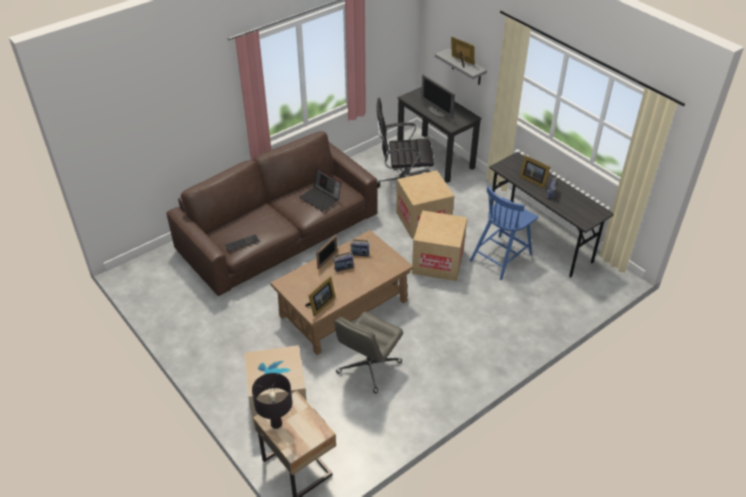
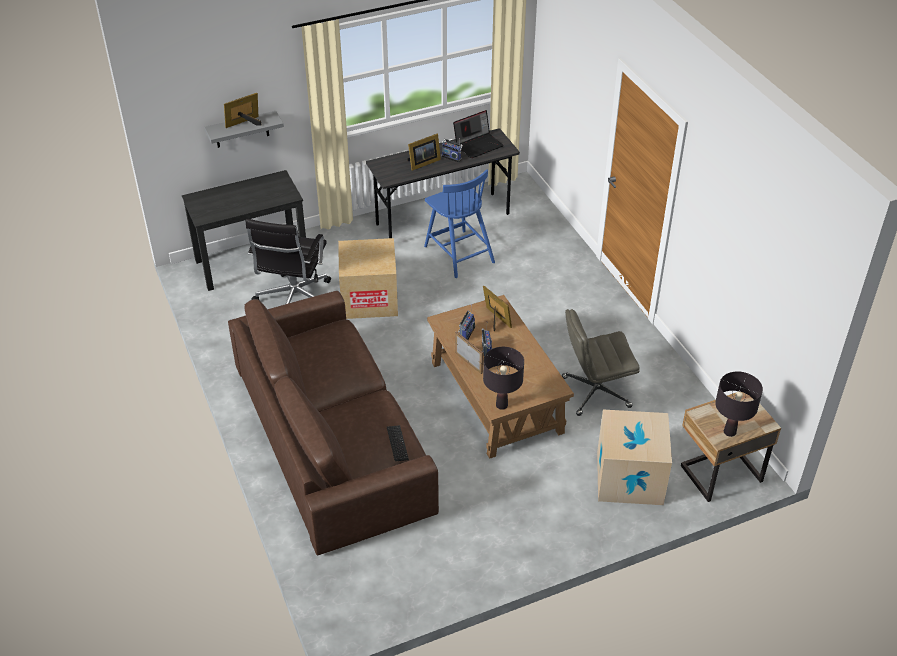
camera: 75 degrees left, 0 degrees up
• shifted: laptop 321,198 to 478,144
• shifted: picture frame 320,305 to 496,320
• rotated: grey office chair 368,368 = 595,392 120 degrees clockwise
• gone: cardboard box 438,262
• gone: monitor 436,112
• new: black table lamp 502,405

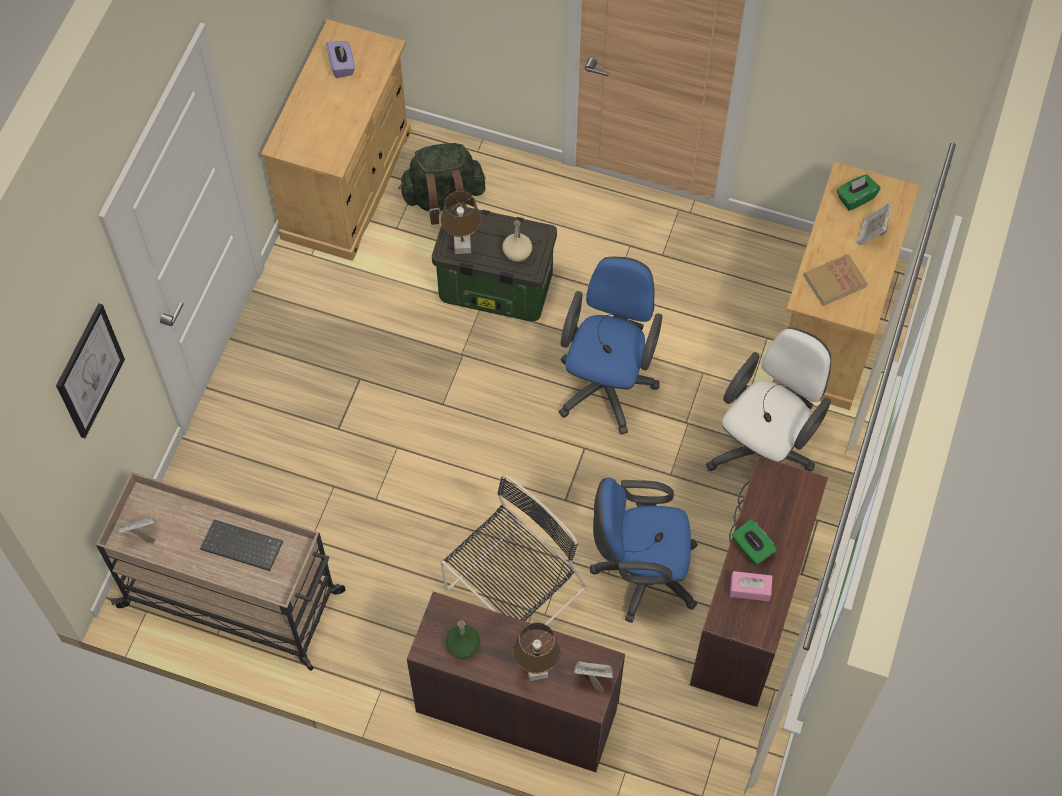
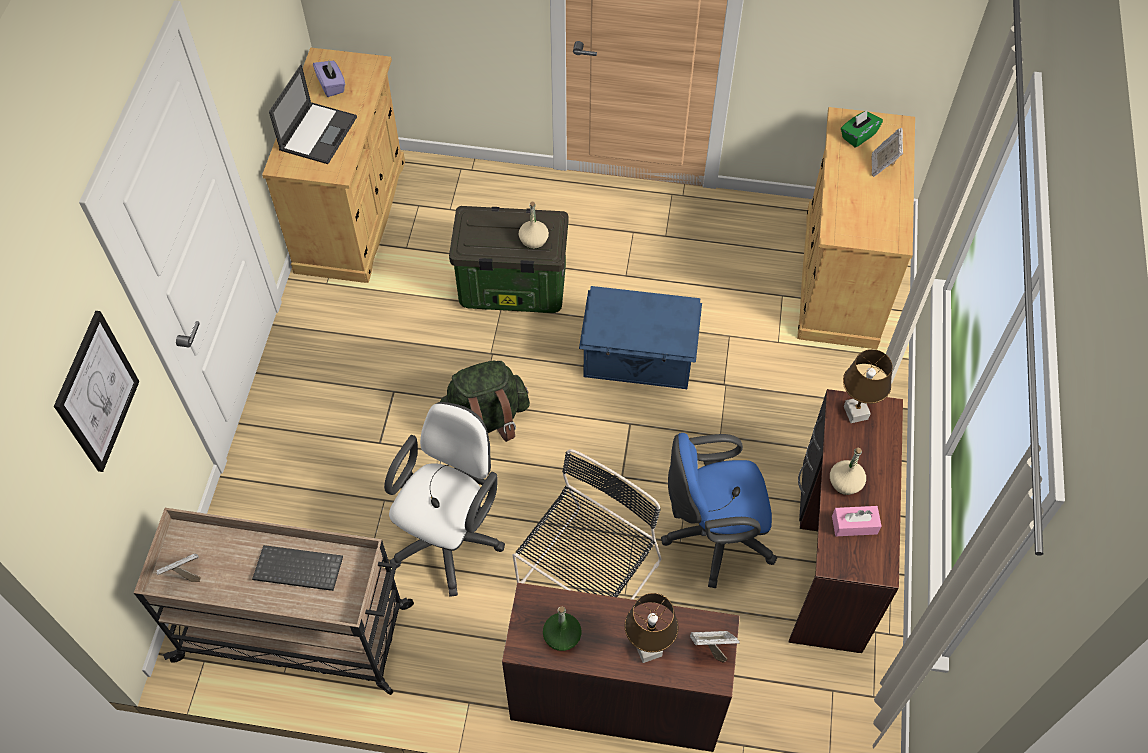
camera: 10 degrees left, 5 degrees down
• shifted: green backpack 443,199 to 485,420
• shifted: brown table lamp 462,246 to 856,413
• swapped: blue office chair 607,382 to blue storage box 639,358
• shifted: white office chair 764,449 to 451,536
• swapped: green tissue box 752,548 to beige bottle 845,483
• gone: book 835,281
• new: laptop 318,132

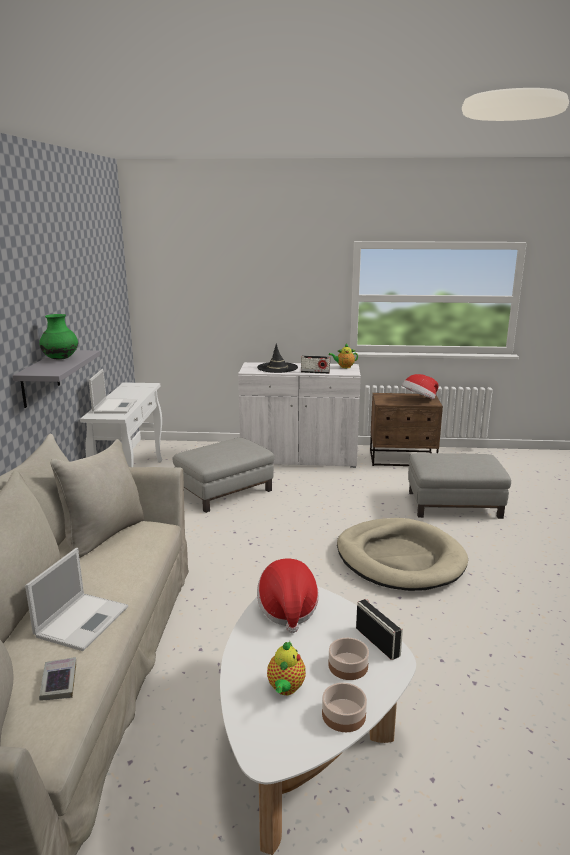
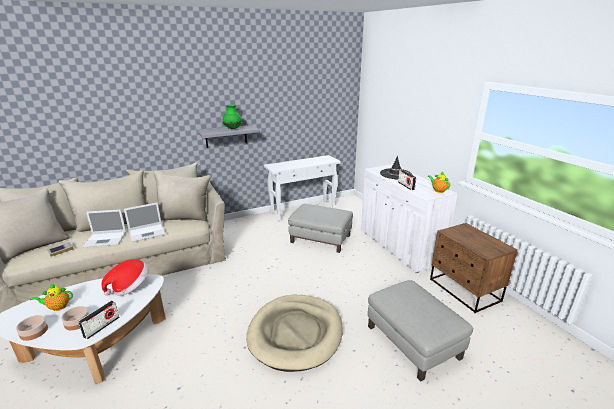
camera: 60 degrees right, 5 degrees up
• shifted: laptop 115,406 to 148,232
• gone: hat 419,400

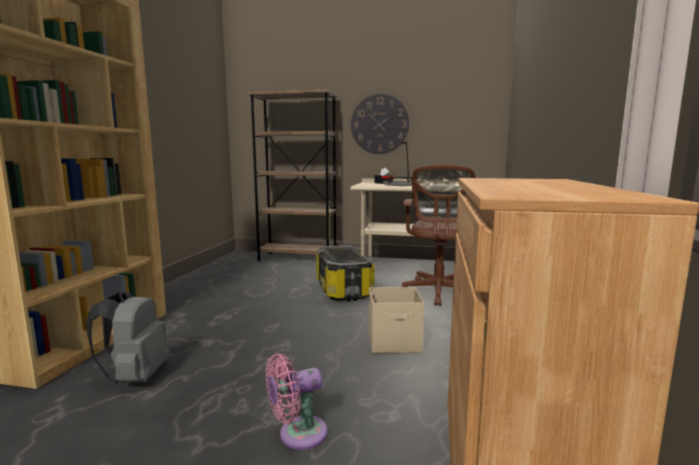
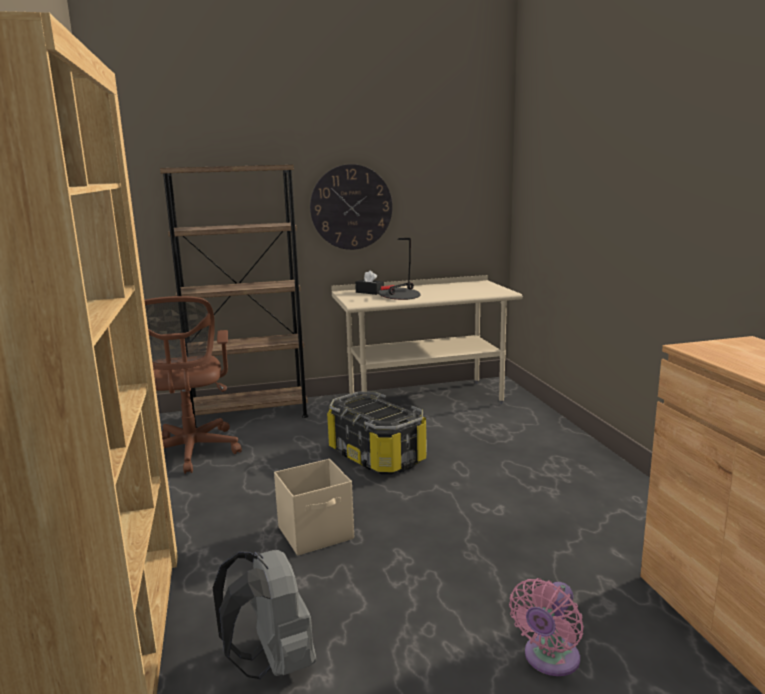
camera: 25 degrees left, 5 degrees up
• shifted: beige storage box 395,343 to 317,533
• shifted: brown office chair 438,293 to 191,452

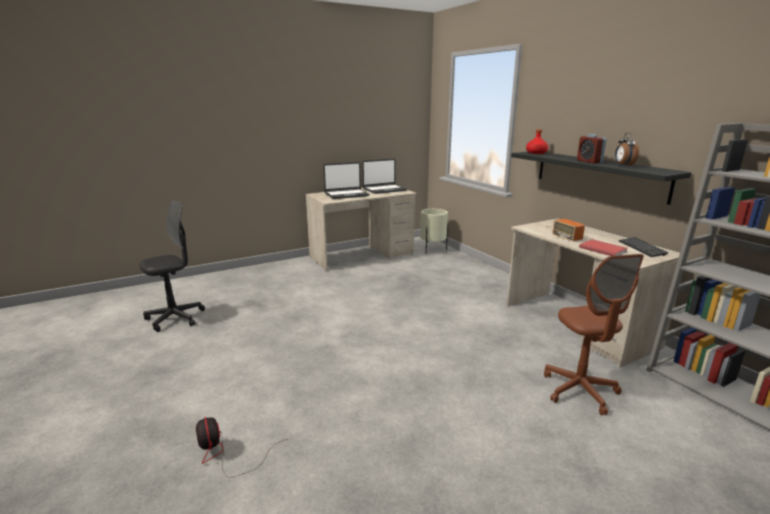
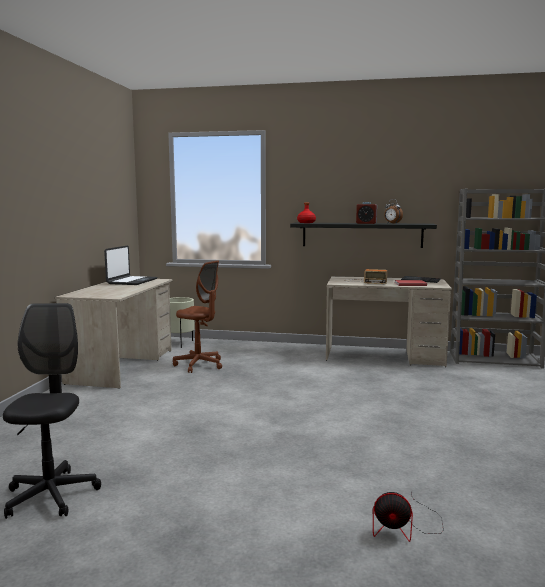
camera: 50 degrees left, 10 degrees down
• gone: laptop 346,194
• shifted: brown office chair 580,391 to 199,365

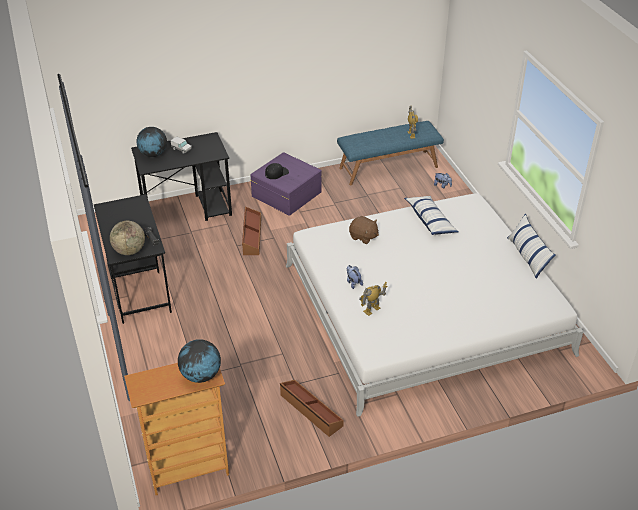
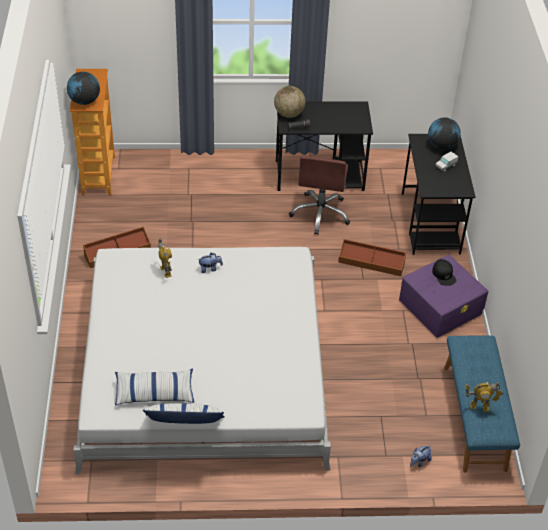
camera: 105 degrees right, 5 degrees up
• gone: brown plush toy 363,237
• shifted: pillow 430,220 to 154,393
• new: brown office chair 320,213

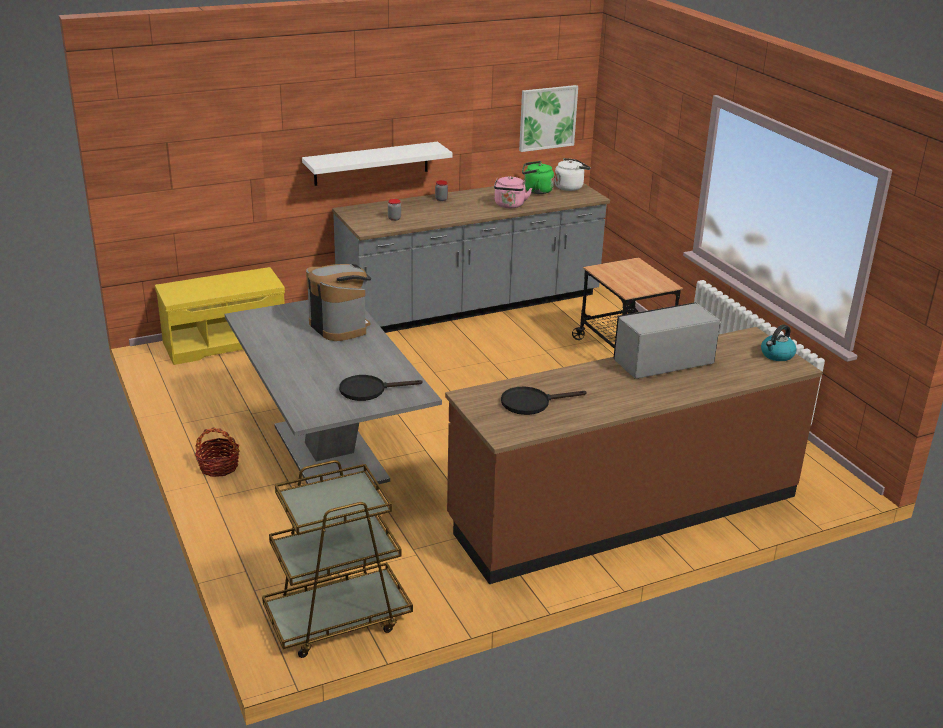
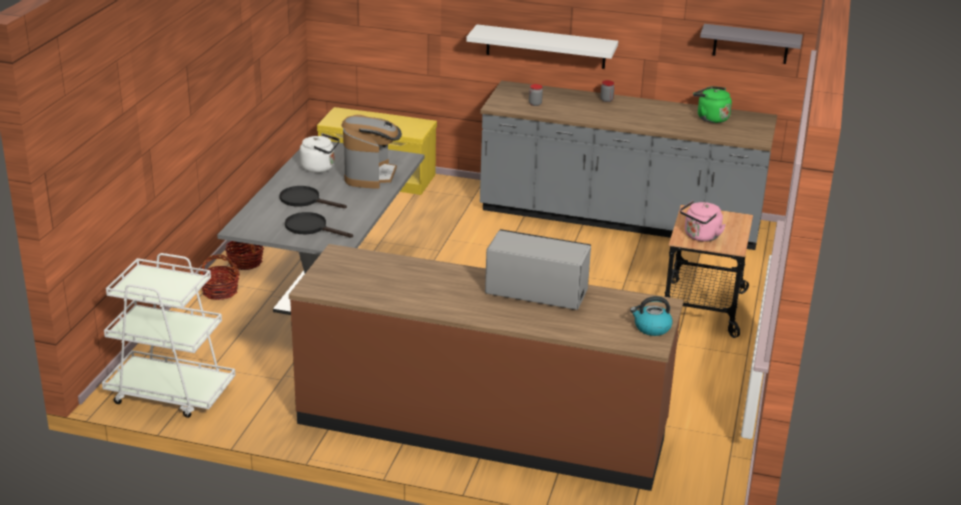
camera: 40 degrees right, 0 degrees up
• repainted: brown cart 337,619 to white cart 170,393
• shifted: pink kettle 509,205 to 700,236
• shifted: black frying pan 532,403 to 305,200
• swapped: picture 547,118 to grey shelf 751,44
• shifted: white kettle 570,187 to 320,167
• new: basket 220,291

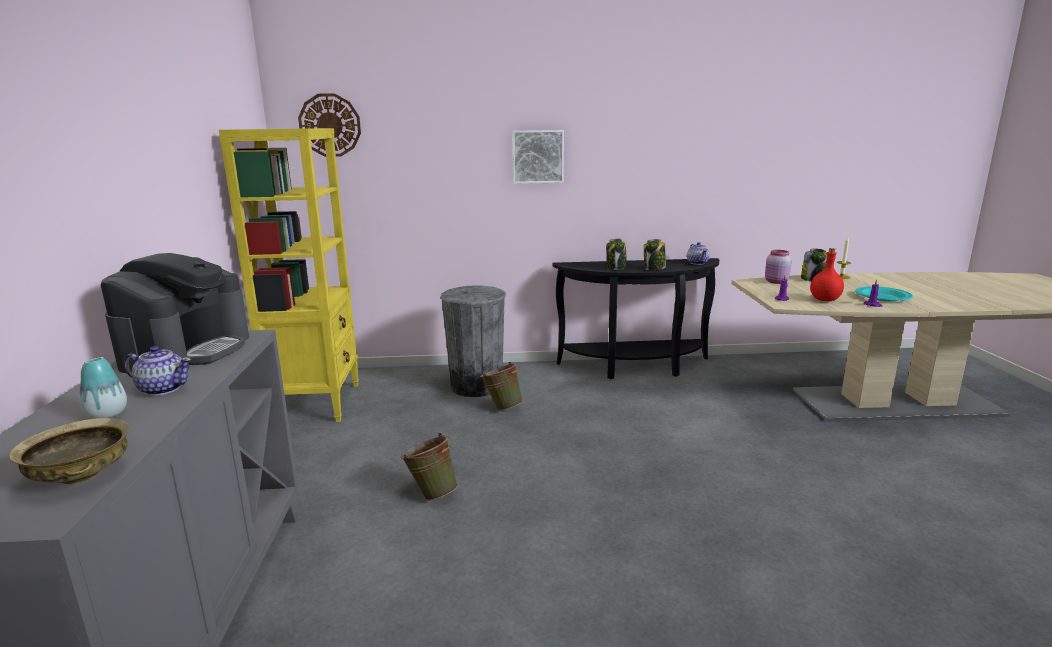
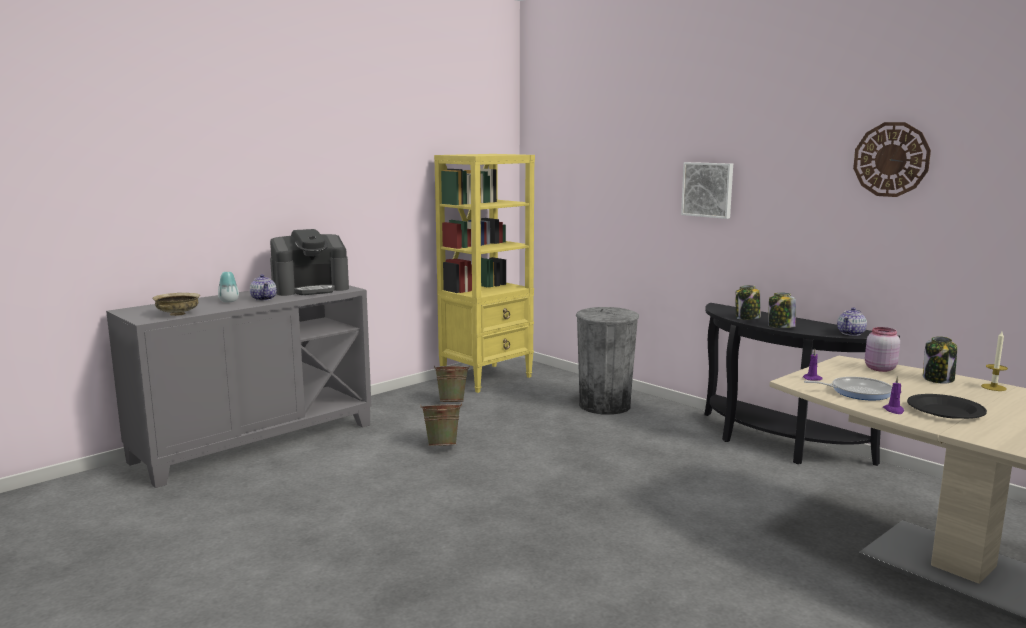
camera: 50 degrees right, 5 degrees down
• shifted: wall clock 330,125 to 891,159
• shifted: green bucket 502,407 to 452,402
• swapped: red bottle 824,300 to frying pan 857,392
• repainted: turquoise plate 883,297 to black plate 945,411

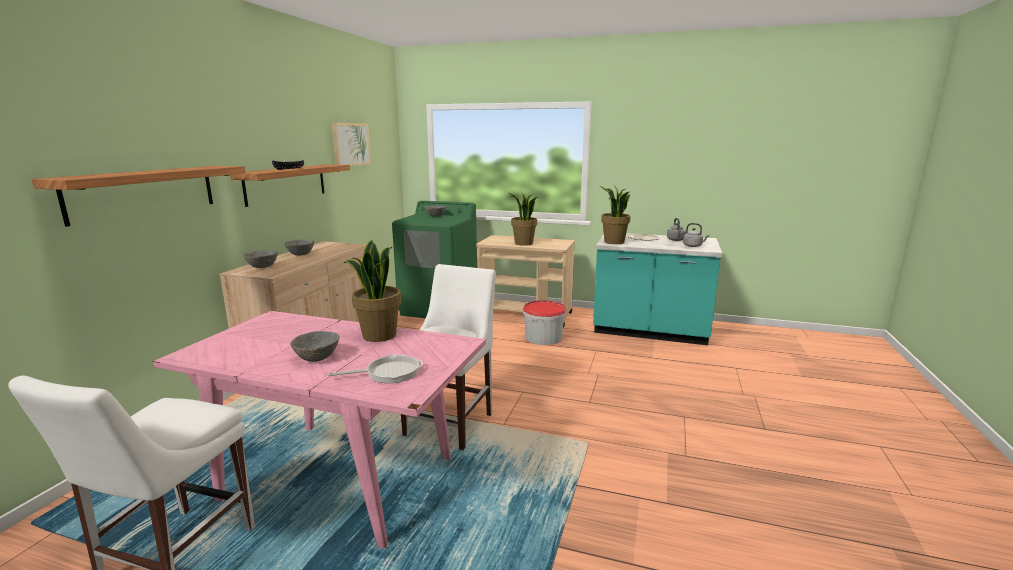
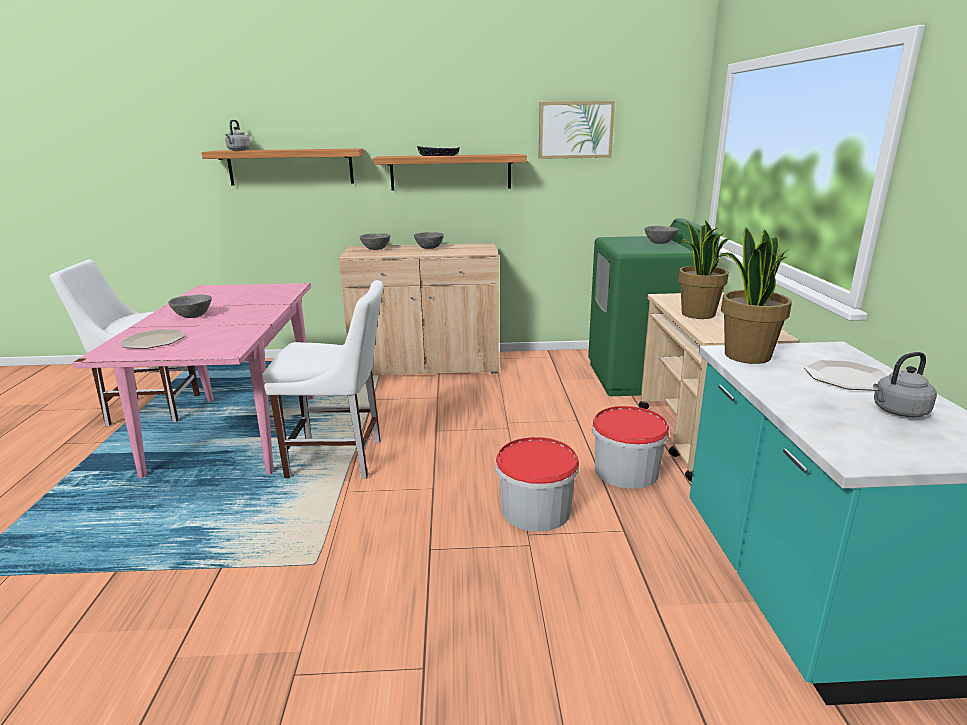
camera: 70 degrees right, 5 degrees up
• swapped: frying pan 389,373 to plate 154,340
• gone: potted plant 378,335
• shifted: grey kettle 693,246 to 238,150
• new: bucket 536,510

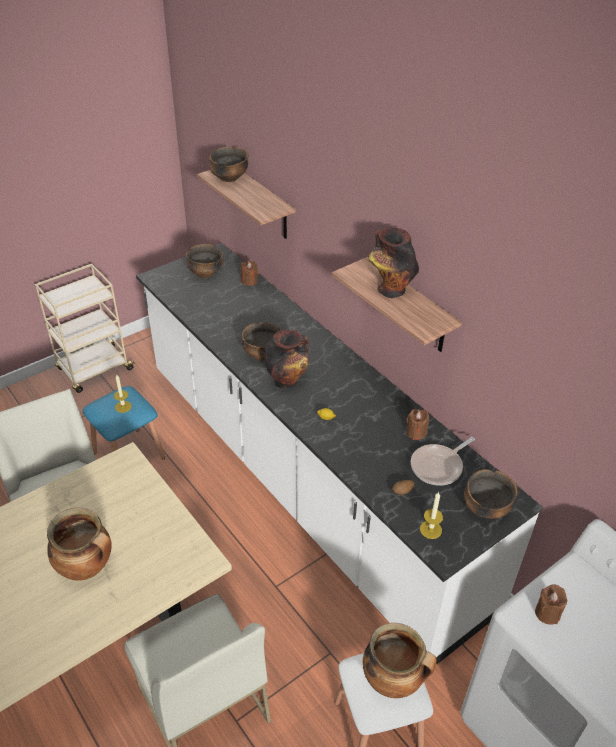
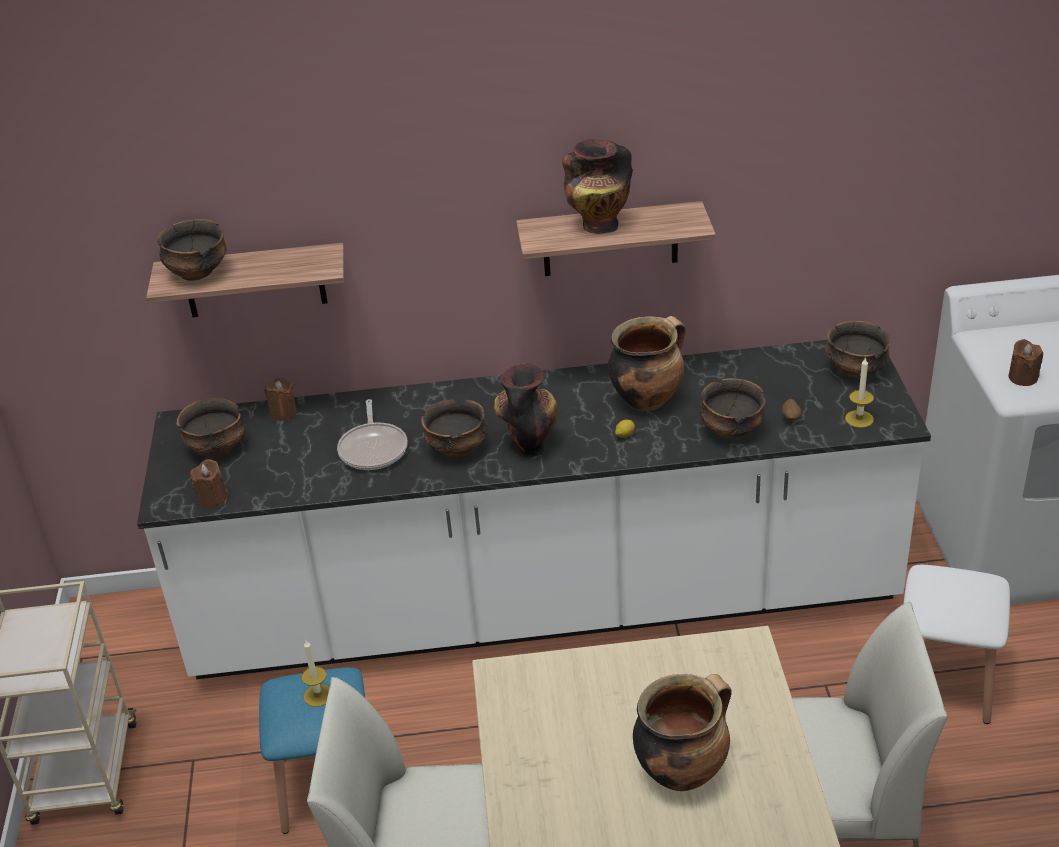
camera: 55 degrees left, 5 degrees down
• shifted: cooking pot 393,680 to 647,399
• shifted: brown candle 416,432 to 212,498
• shifted: frying pan 438,466 to 373,448
• new: bowl 730,430

